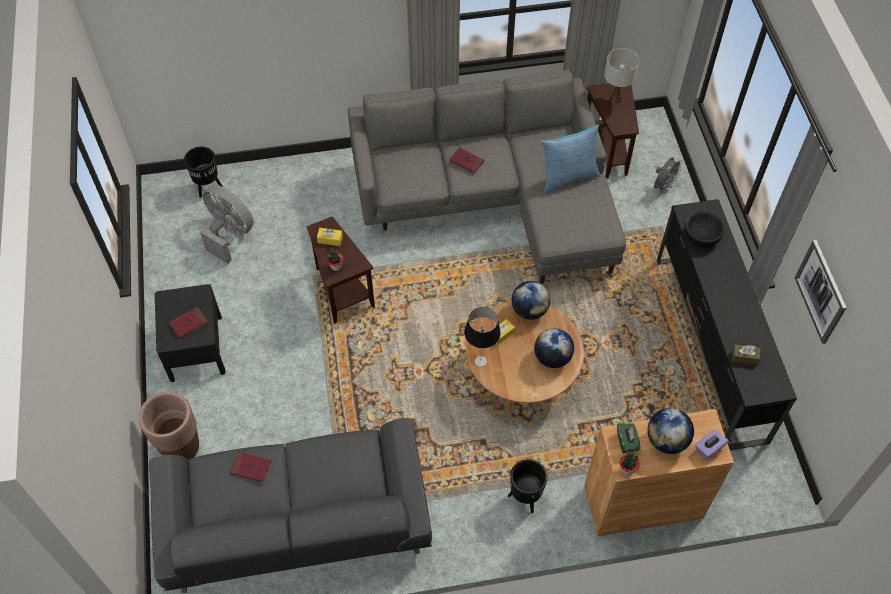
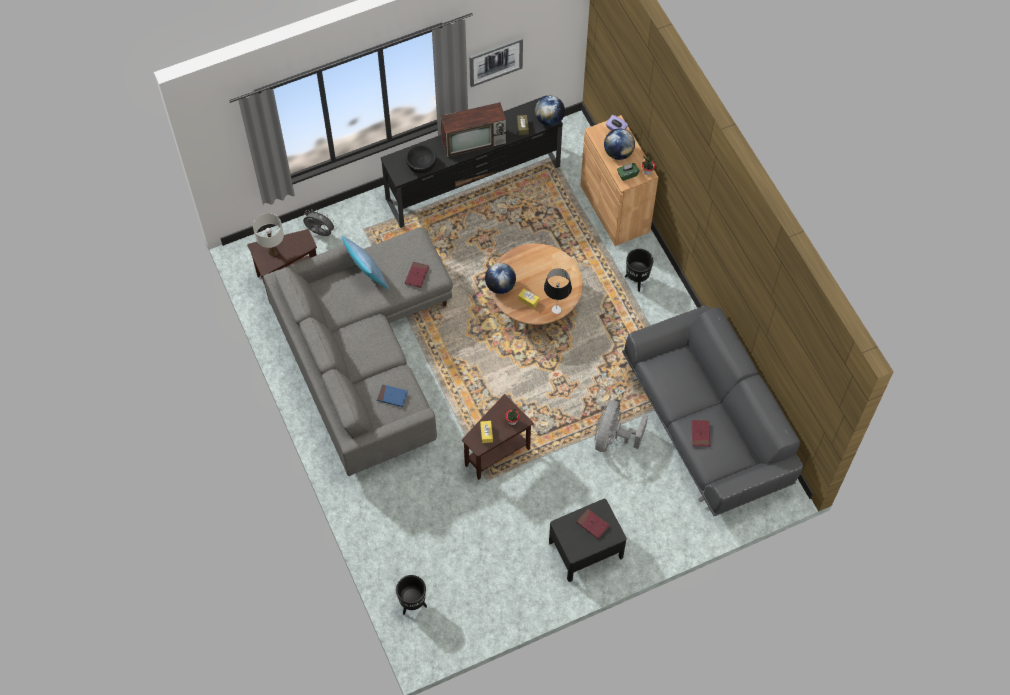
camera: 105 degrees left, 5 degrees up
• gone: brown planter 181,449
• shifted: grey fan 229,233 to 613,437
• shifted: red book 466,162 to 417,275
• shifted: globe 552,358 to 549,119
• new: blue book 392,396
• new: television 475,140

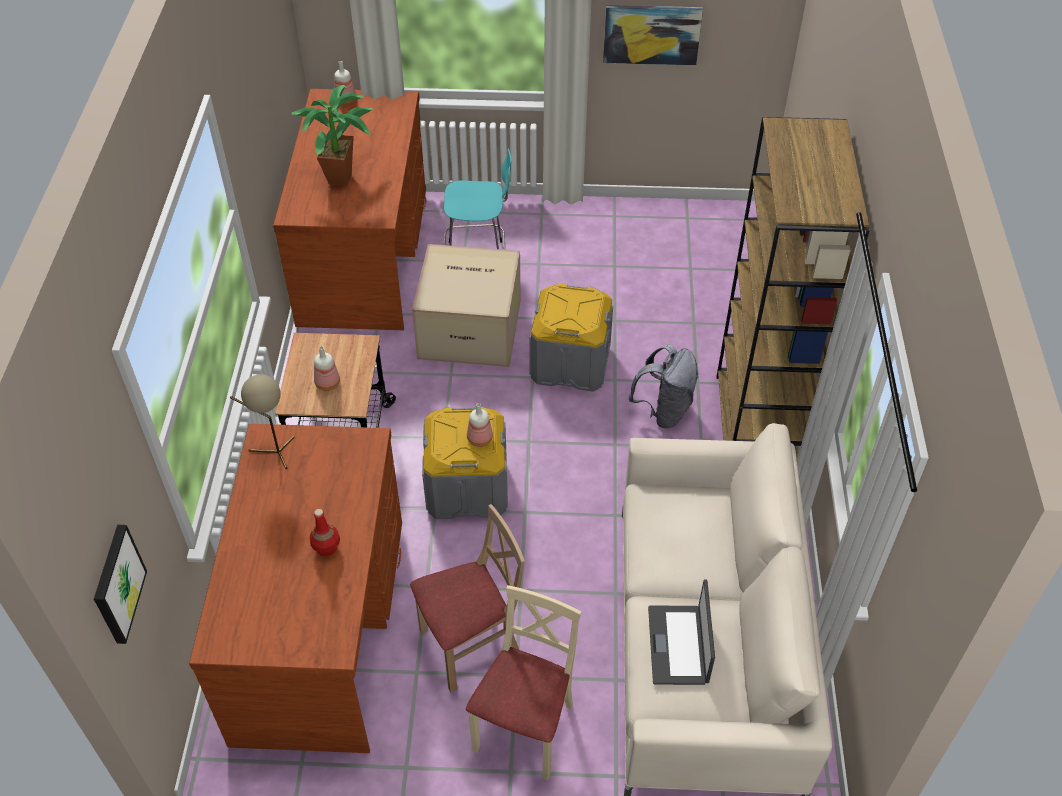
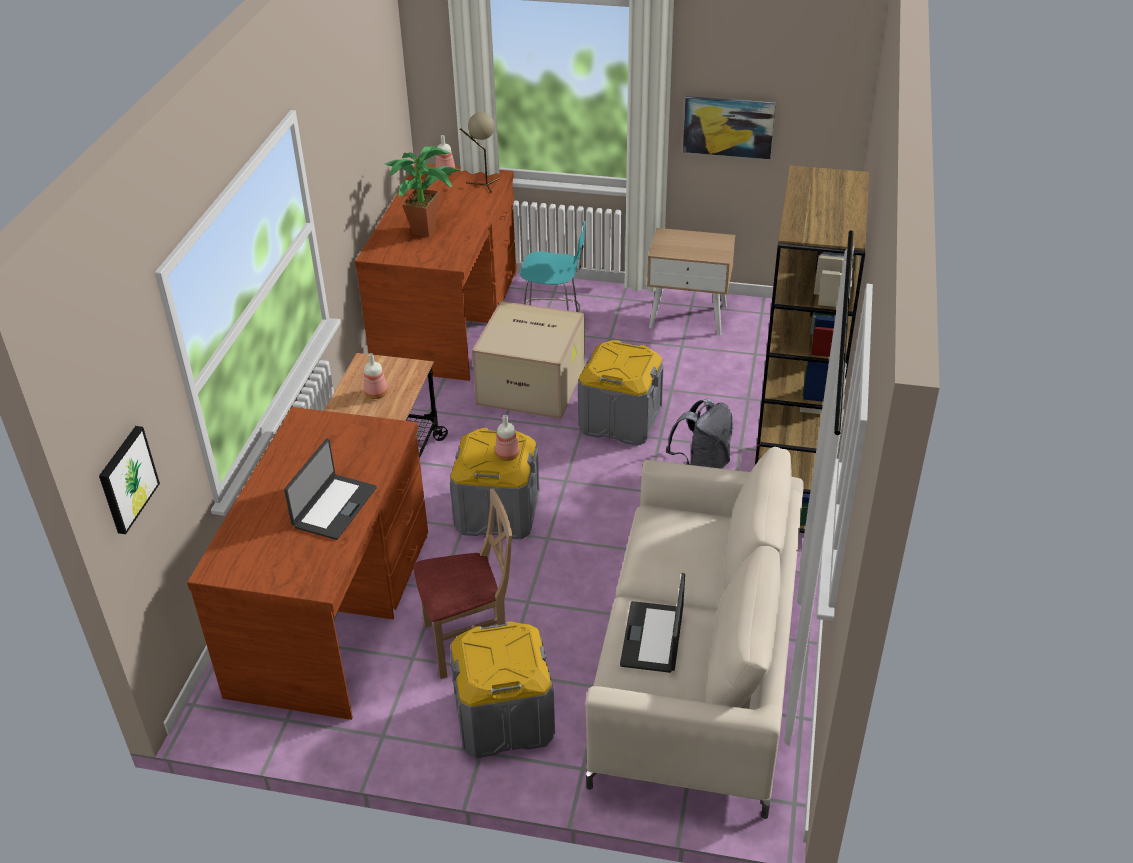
camera: 10 degrees right, 10 degrees down
• shifted: beige table lamp 274,452 to 484,185
• swapped: red bottle 326,547 to laptop 334,507
• swapped: beige chair 525,729 to grey storage box 504,718
• new: beige nightstand 688,316

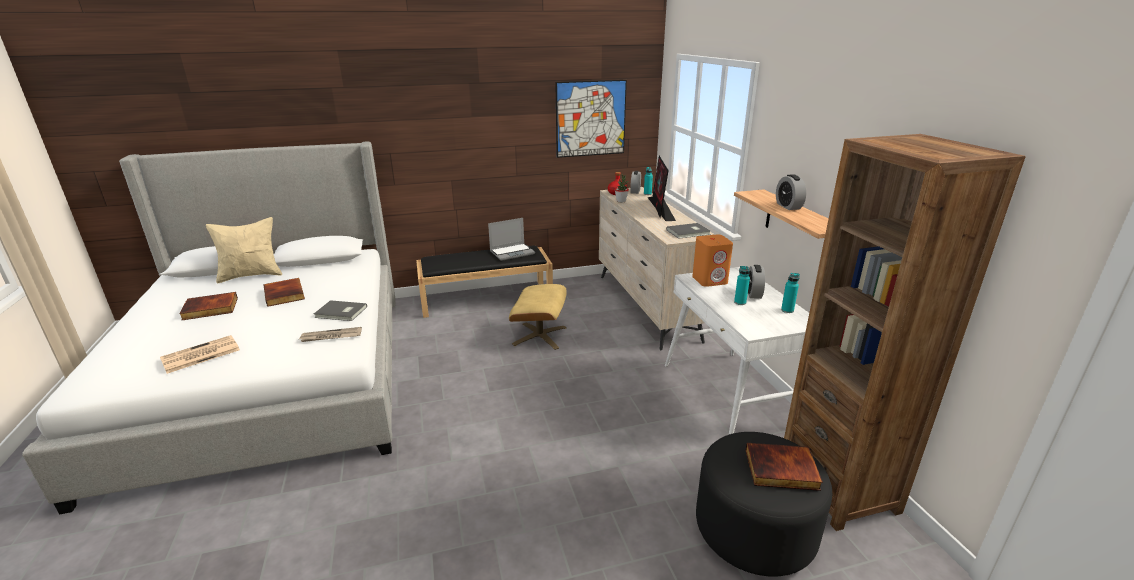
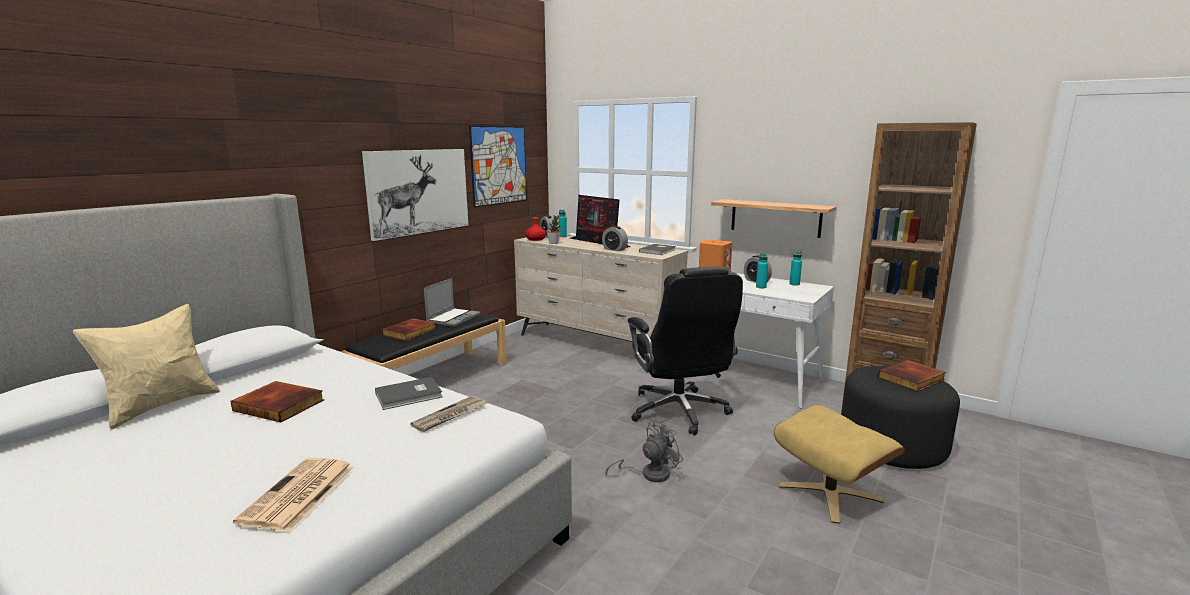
camera: 40 degrees left, 10 degrees down
• shifted: book 210,309 to 410,332
• shifted: beige ottoman 540,336 to 830,493
• shifted: alarm clock 788,206 to 614,249
• new: picture 418,191
• new: grey fan 649,474
• new: black office chair 679,411

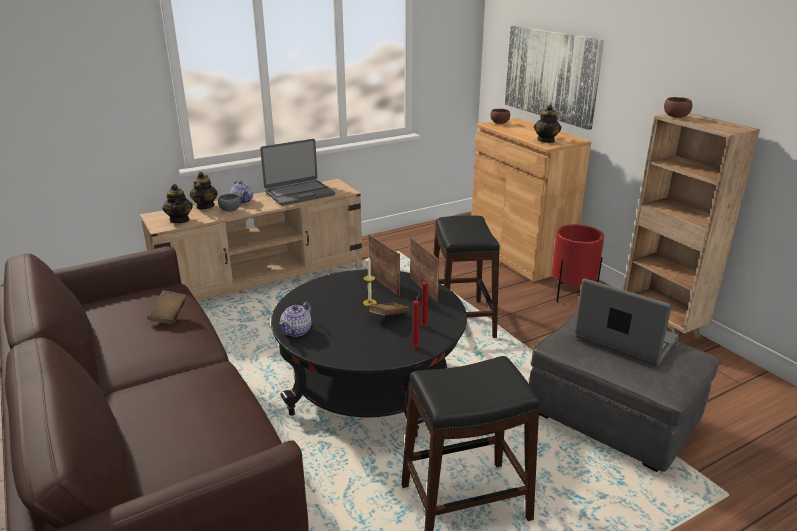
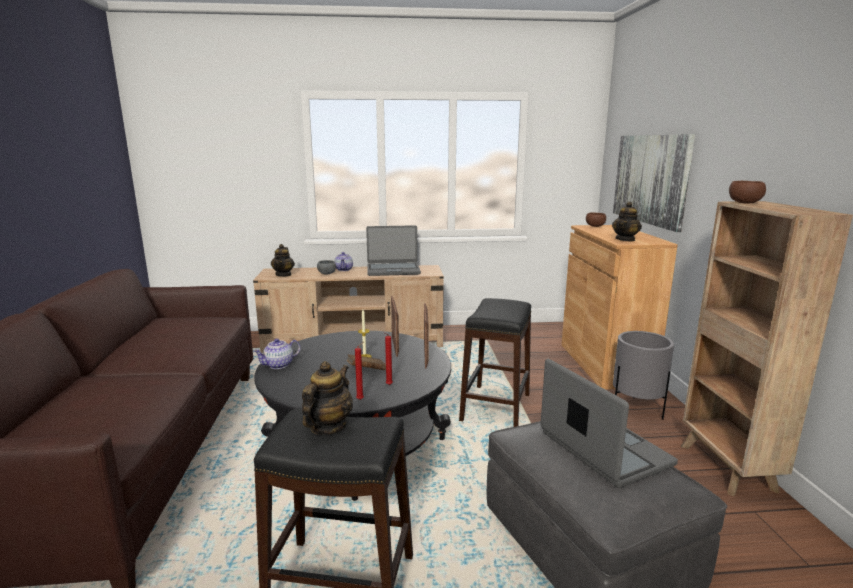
camera: 25 degrees right, 10 degrees down
• gone: brown book 169,315
• shifted: teapot 205,206 to 328,427
• repainted: red planter 571,294 to grey planter 636,409

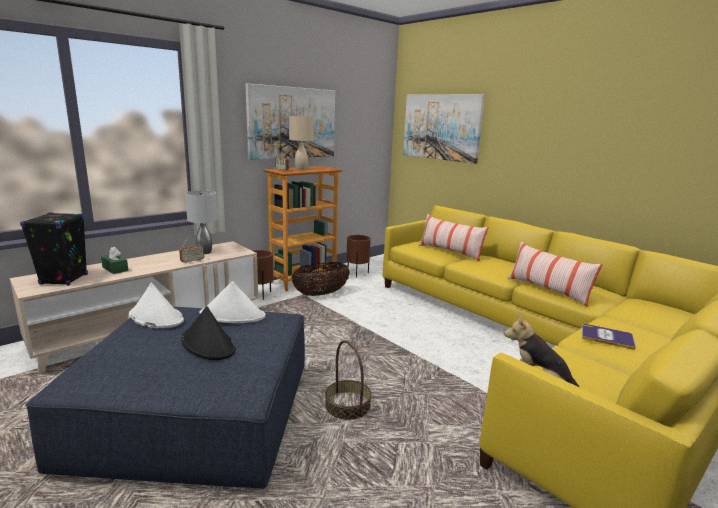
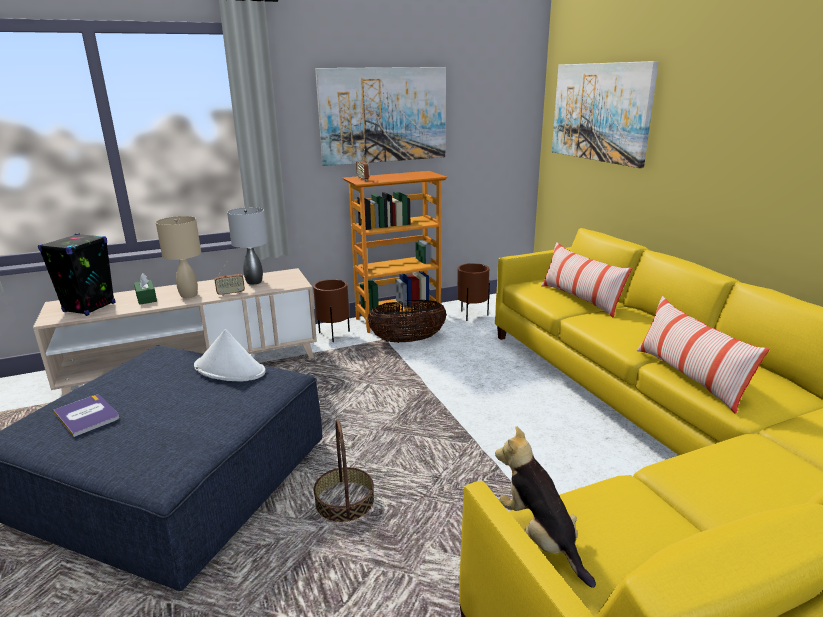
camera: 20 degrees right, 5 degrees up
• gone: white hat 155,317
• gone: black hat 208,344
• shifted: beige table lamp 301,169 to 189,295
• shifted: book 607,337 to 87,415

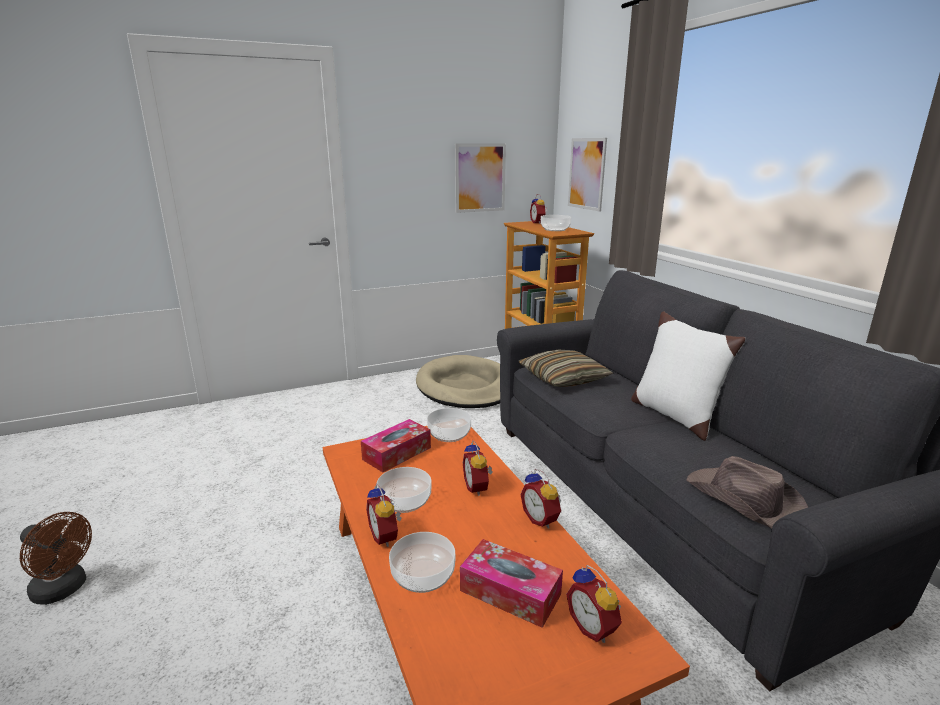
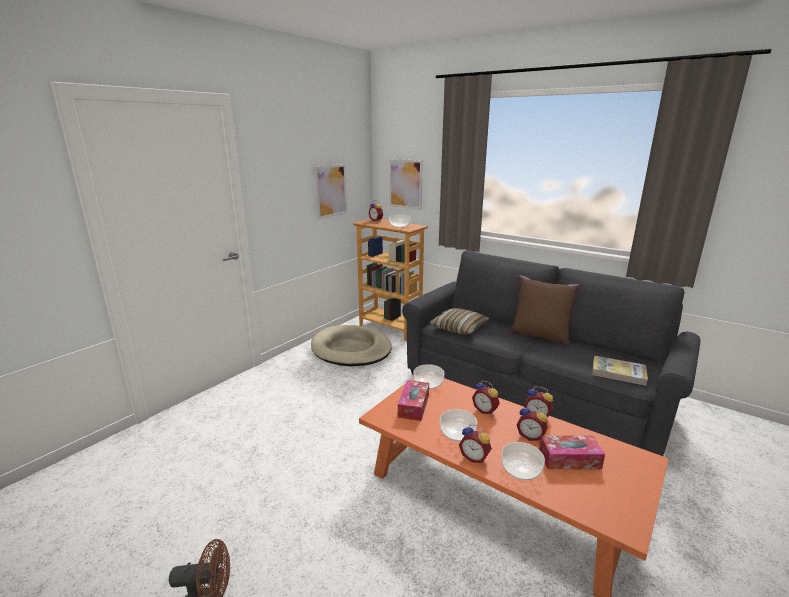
camera: 30 degrees left, 0 degrees up
• shifted: alarm clock 594,627 to 530,436
• repainted: white pillow 674,415 to brown pillow 539,336
• swapped: brown hat 745,501 to book 618,372

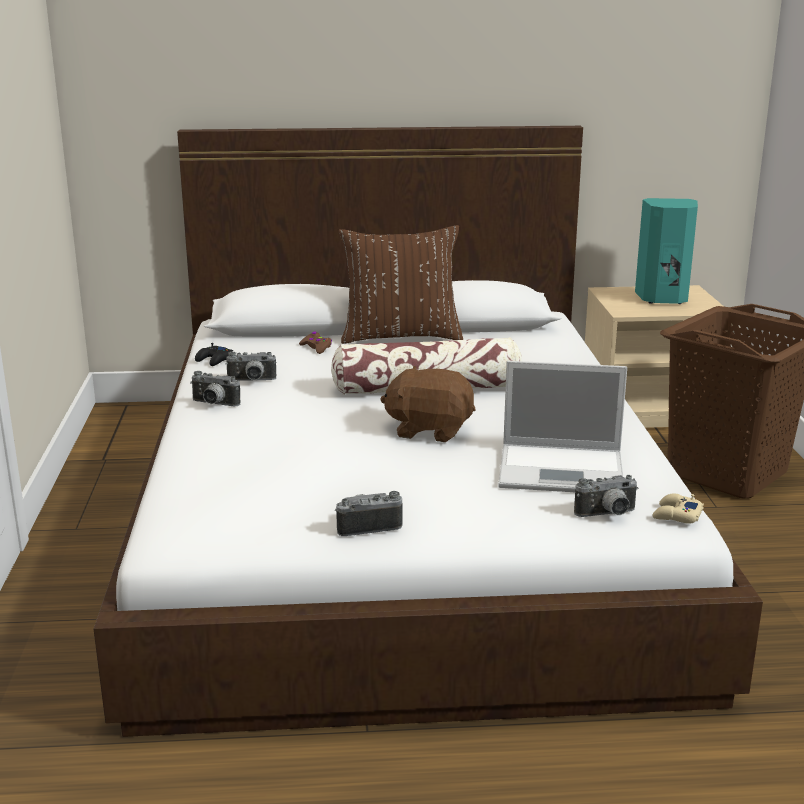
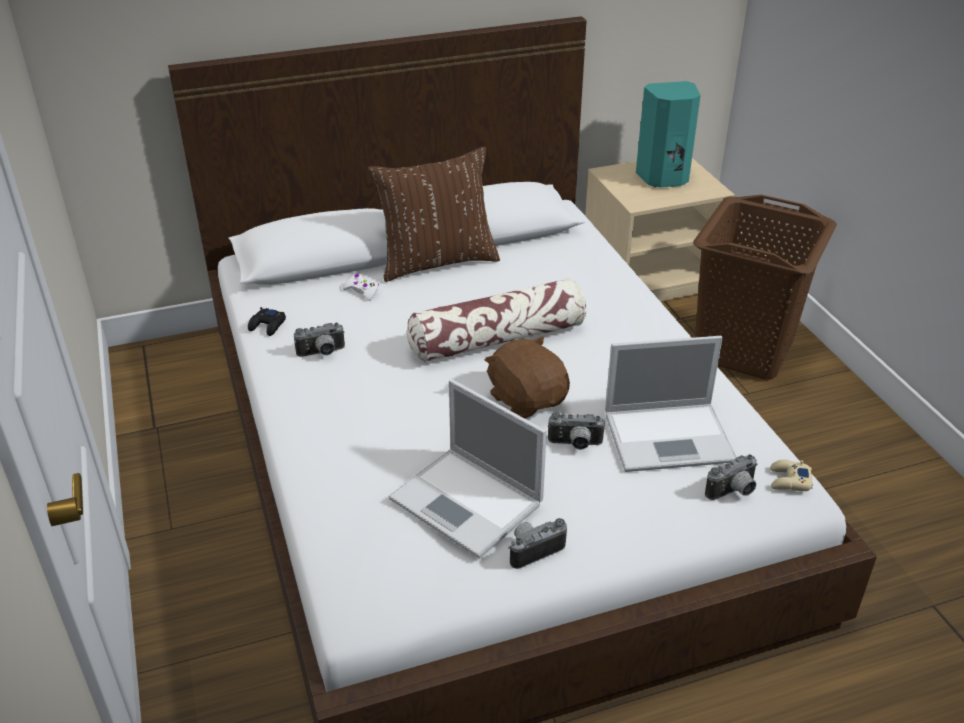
camera: 15 degrees left, 15 degrees up
• shifted: photo camera 213,404 to 575,445
• repainted: brown game controller 316,347 to white game controller 362,291
• rotated: brown plush toy 429,430 = 527,399 60 degrees clockwise
• new: laptop 468,502

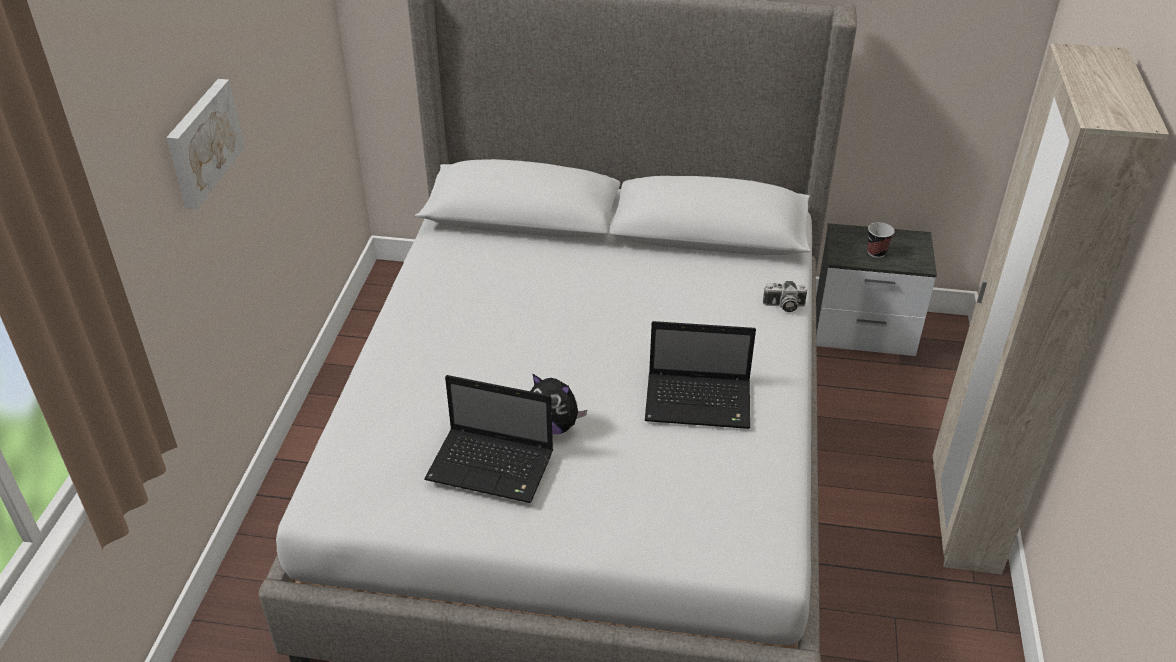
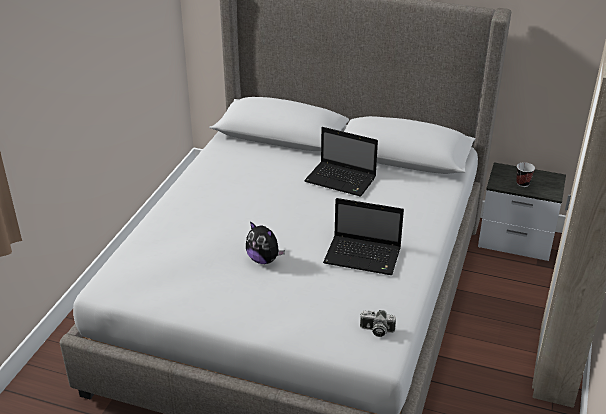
camera: 10 degrees right, 5 degrees down
• gone: picture 202,142
• shifted: laptop 493,467 to 342,180
• shifted: photo camera 783,306 to 376,330

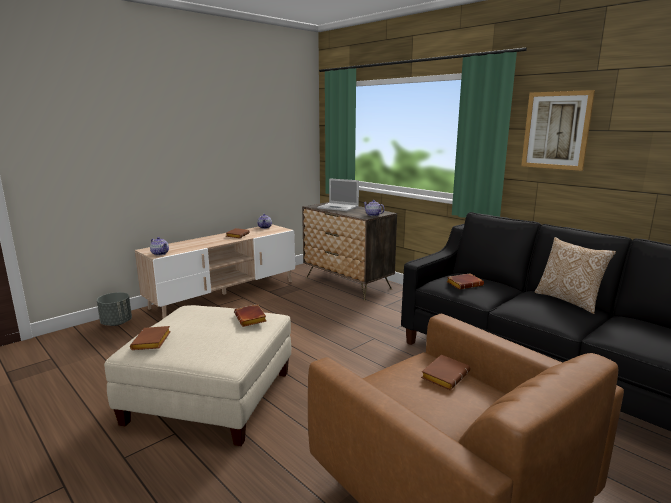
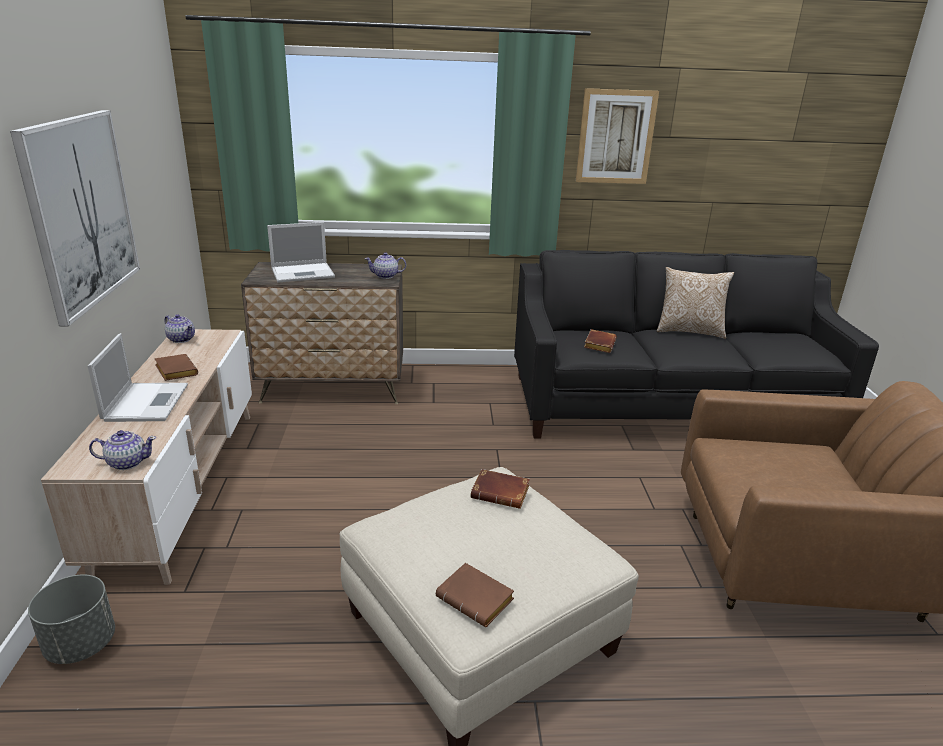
camera: 50 degrees left, 10 degrees up
• gone: brown book 444,375
• new: picture 81,212
• new: laptop 146,402

